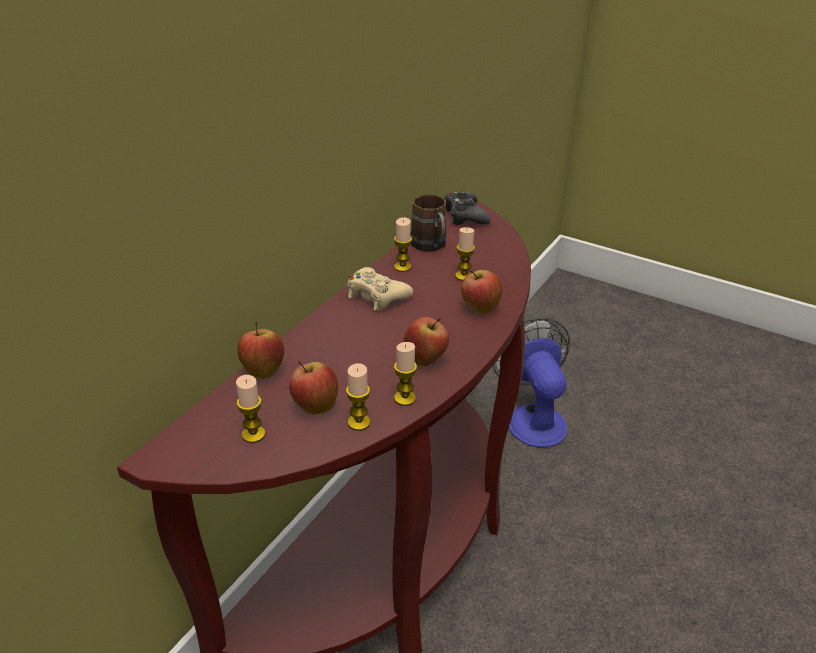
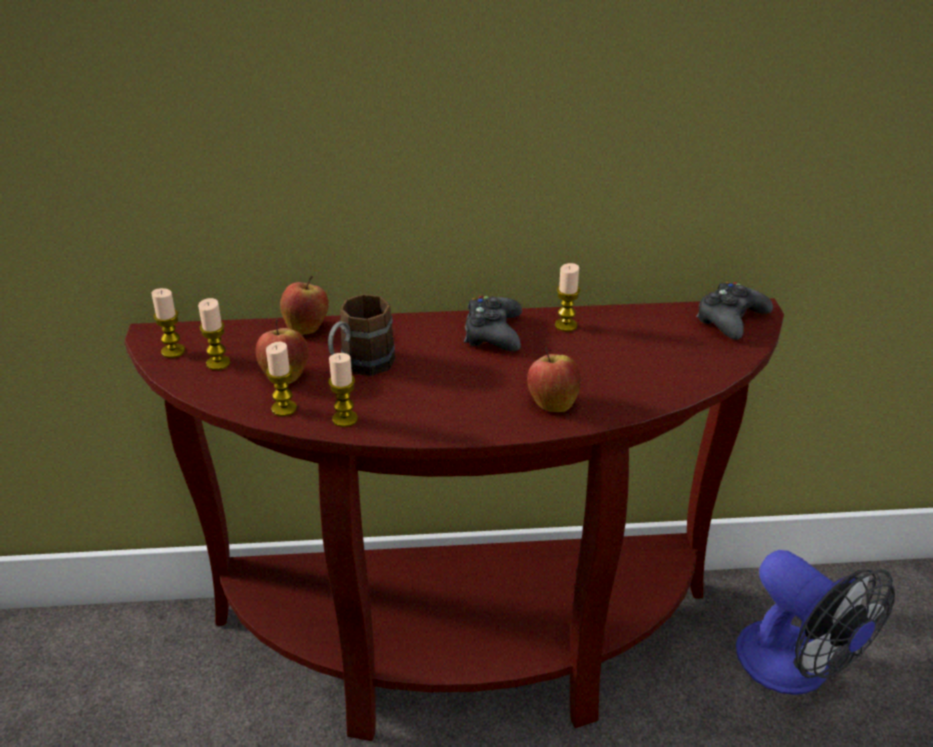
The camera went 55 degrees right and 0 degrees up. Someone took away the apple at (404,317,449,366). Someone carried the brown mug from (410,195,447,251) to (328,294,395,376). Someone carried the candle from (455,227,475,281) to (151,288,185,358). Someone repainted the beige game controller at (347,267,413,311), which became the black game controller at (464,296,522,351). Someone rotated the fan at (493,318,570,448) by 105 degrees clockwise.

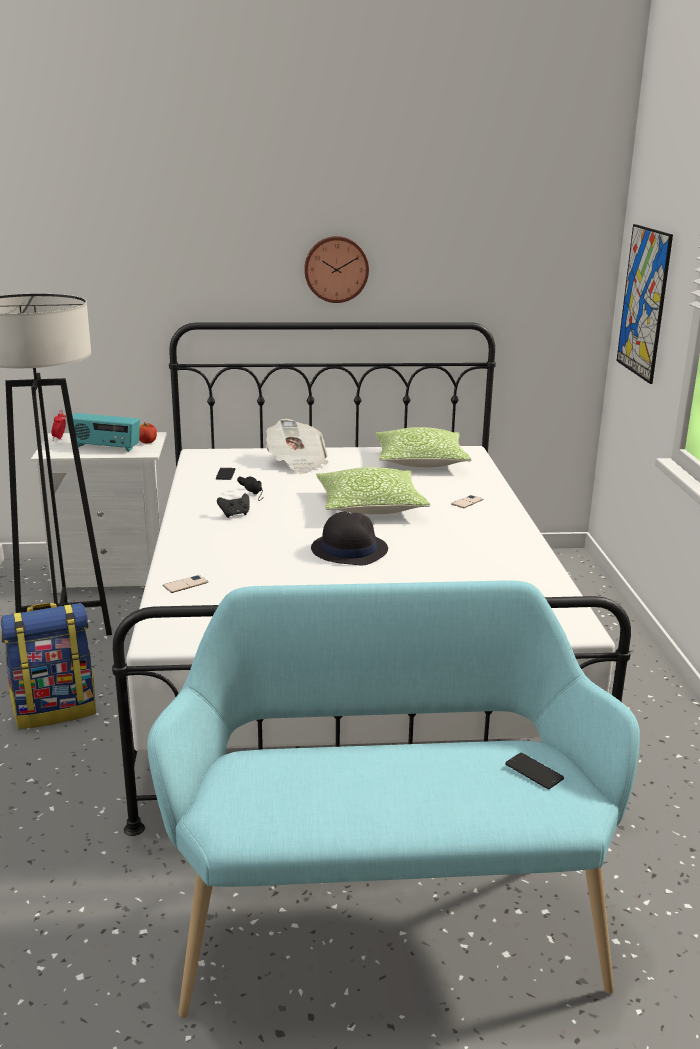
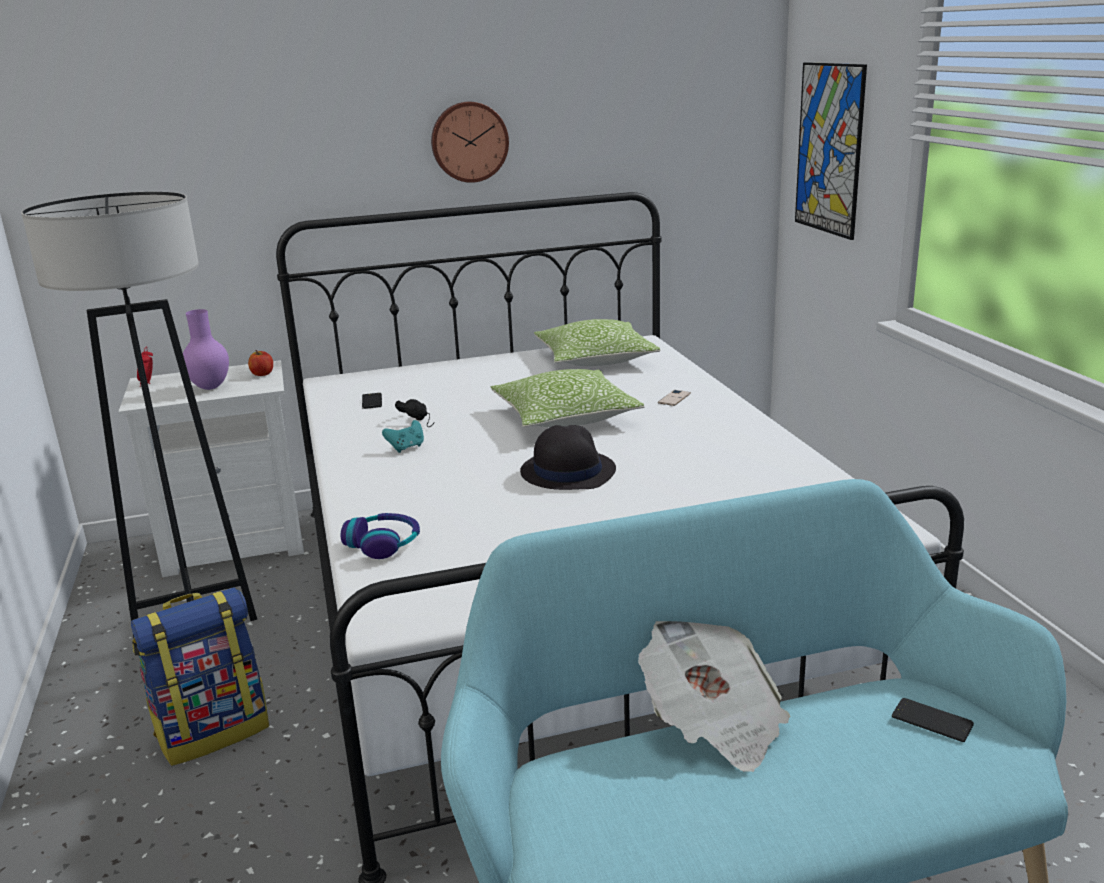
The camera went 10 degrees left and 0 degrees up. Someone carried the newspaper from (266,419,328,474) to (638,621,790,772). Someone swapped the radio at (67,413,140,452) for the purple vase at (183,309,229,390). Someone swapped the phone at (162,575,208,593) for the headphones at (341,513,420,559). Someone repainted the black game controller at (217,493,250,518), which became the turquoise game controller at (382,420,424,453).

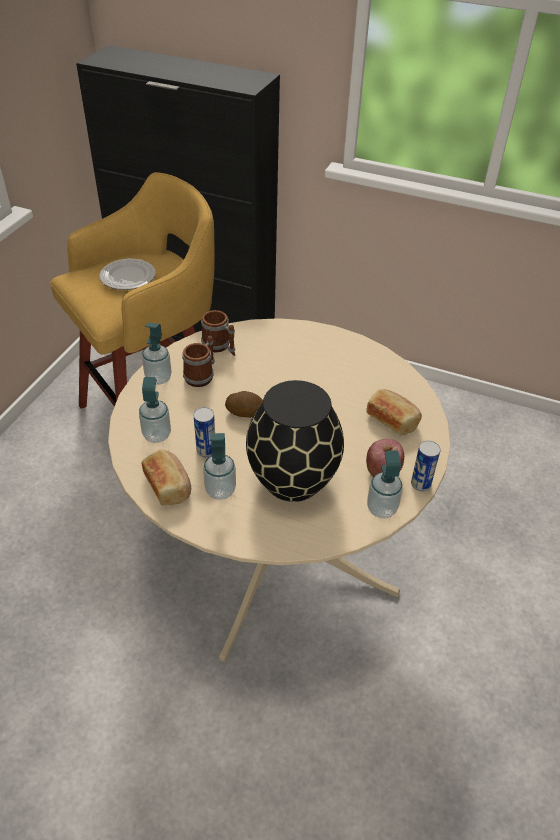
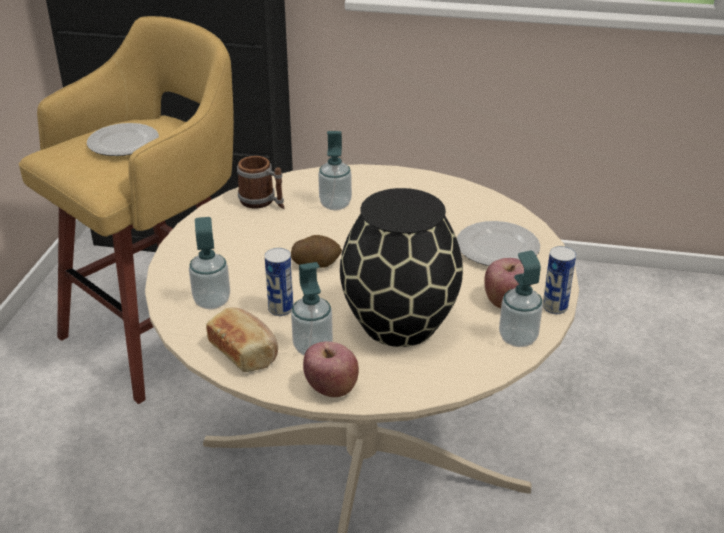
The camera went 10 degrees left and 10 degrees down. Someone took away the mug at (182,336,215,387). Someone put down the apple at (303,341,359,397). Someone carried the soap dispenser from (142,323,172,385) to (318,131,352,210). Someone swapped the bread at (366,389,422,436) for the plate at (457,221,540,266).

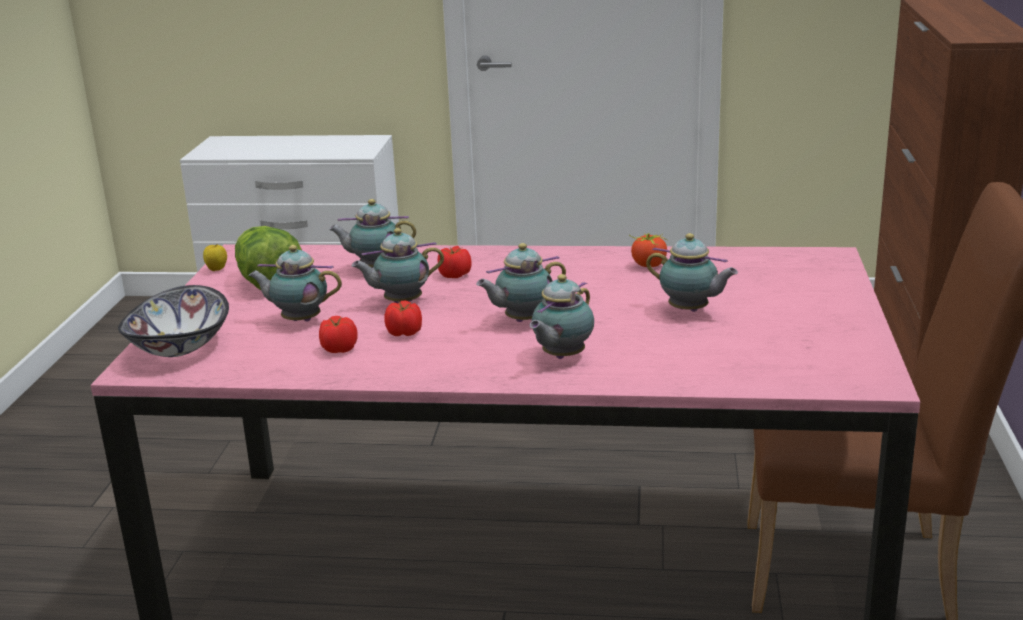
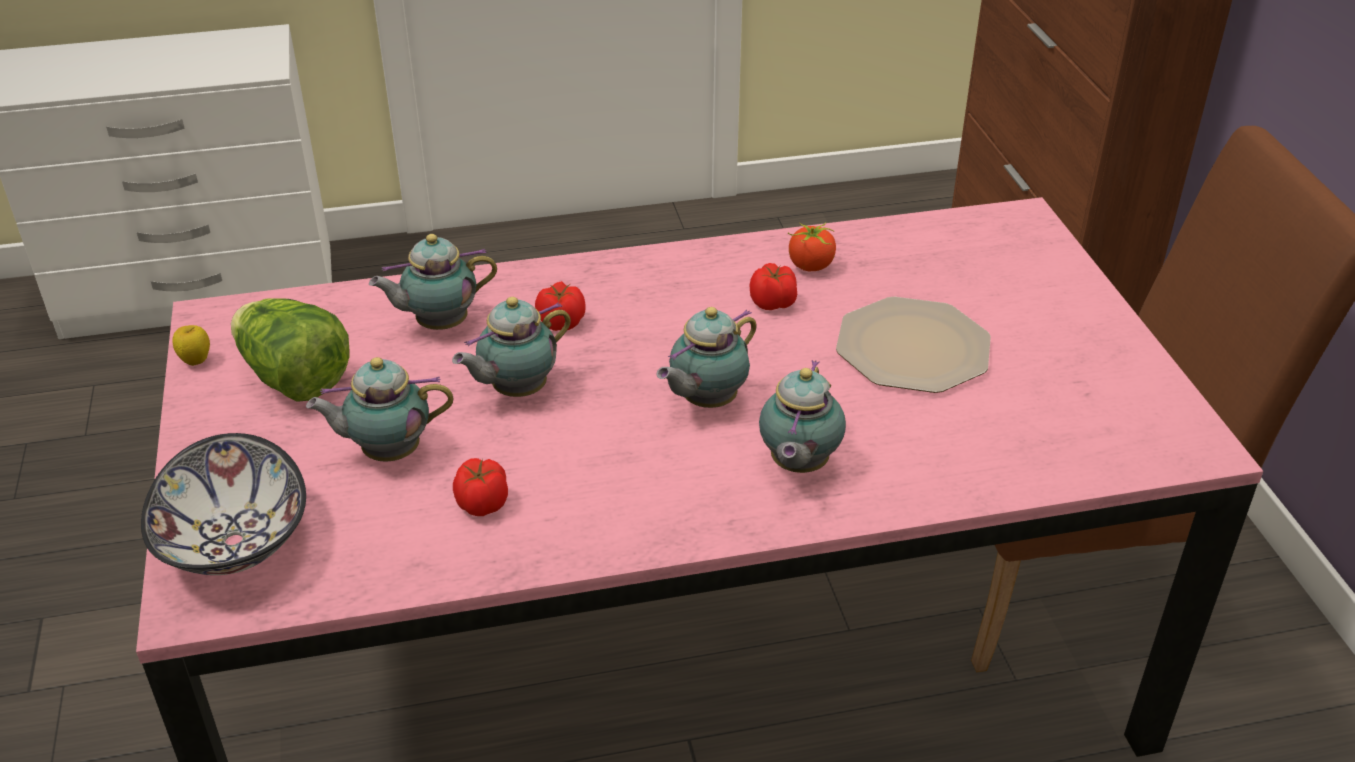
The camera went 20 degrees left and 15 degrees up. Someone carried the tomato from (384,300,422,336) to (750,263,797,310). Someone swapped the teapot at (646,233,738,312) for the plate at (836,297,991,393).

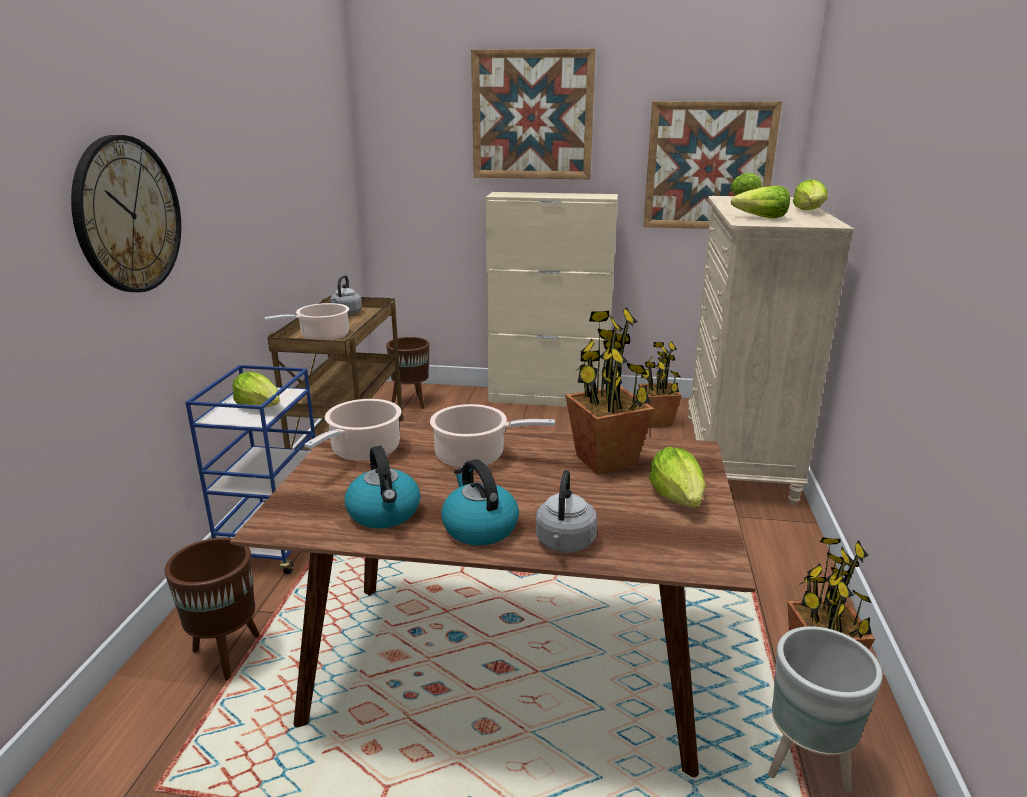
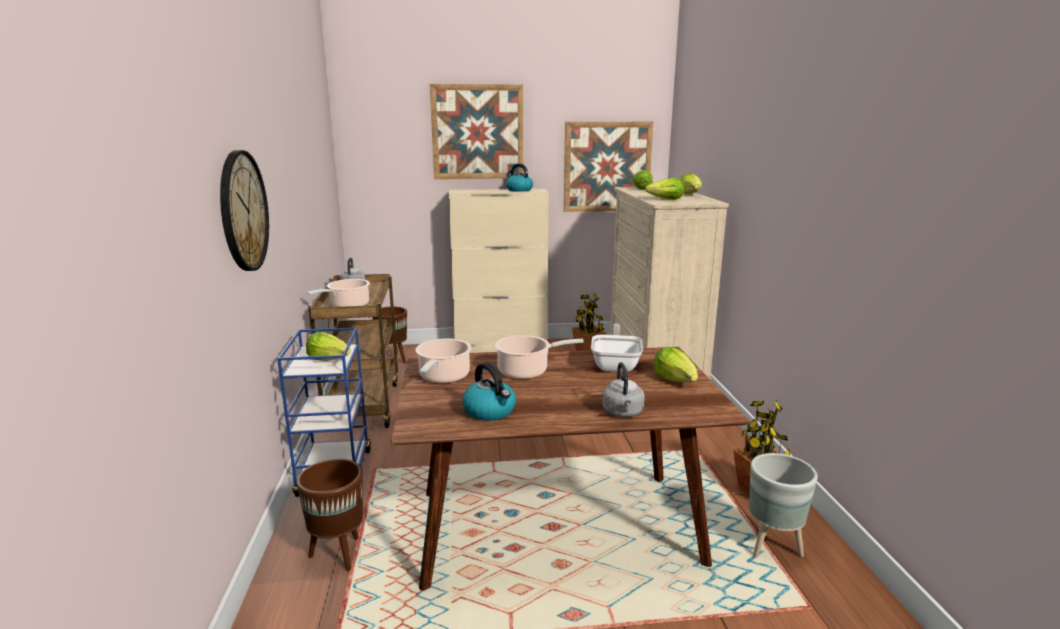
The camera went 15 degrees left and 5 degrees down. Someone carried the kettle from (441,459,519,546) to (506,164,533,192). Someone swapped the potted plant at (565,307,655,475) for the frying pan at (591,324,643,372).

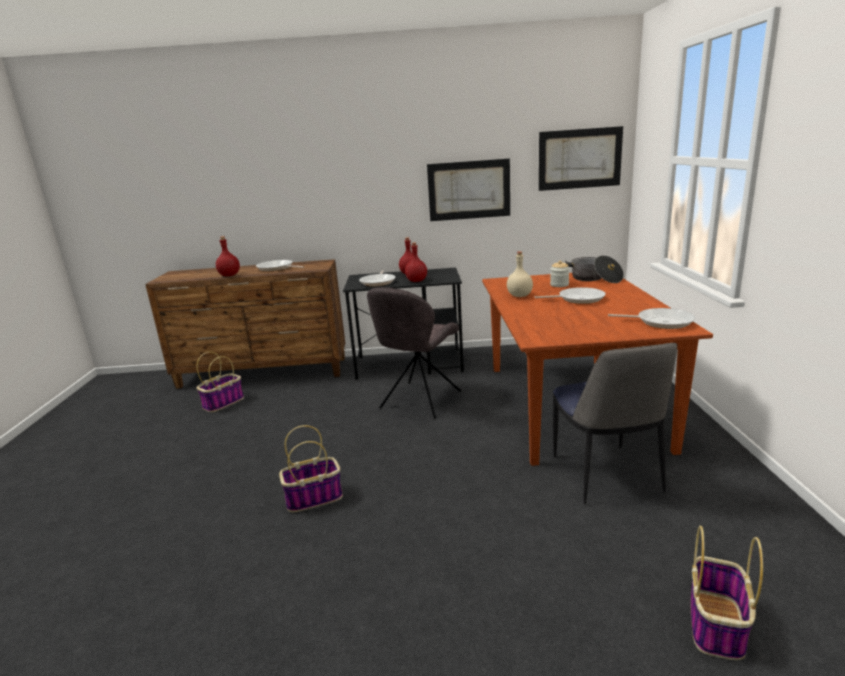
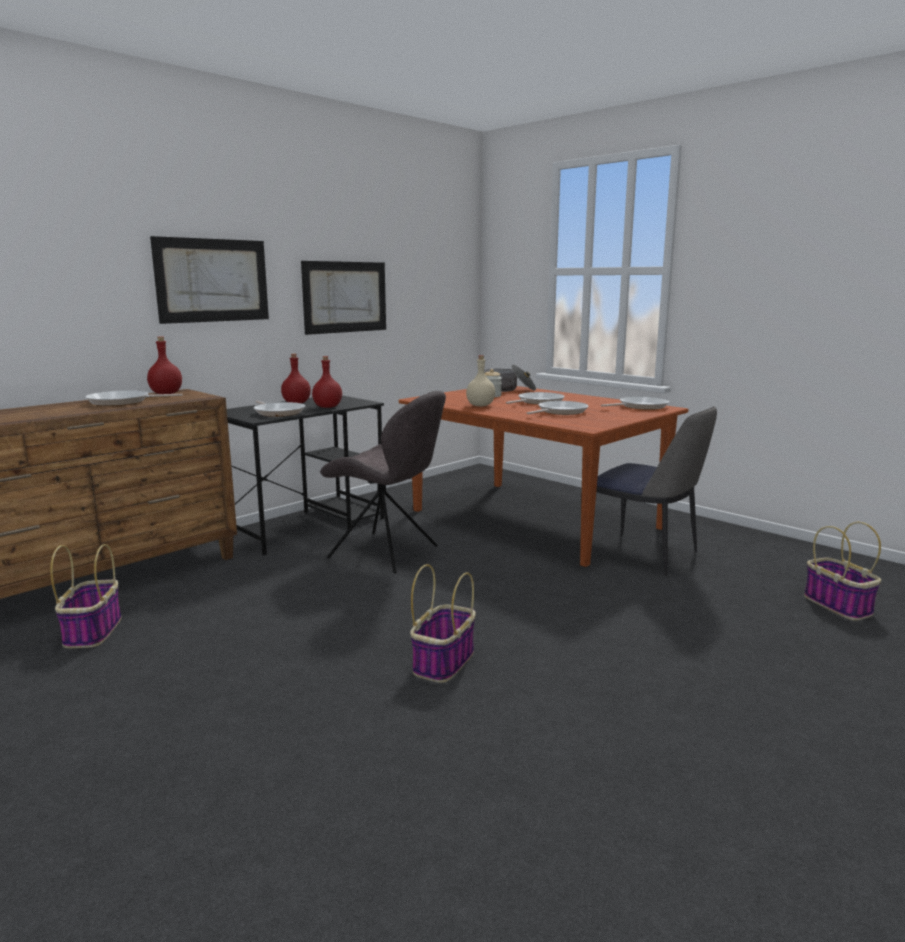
The camera went 45 degrees left and 5 degrees down. Someone put down the frying pan at (526,401,589,415). Someone carried the red bottle from (216,236,240,276) to (147,336,182,394). Someone carried the picture from (539,126,623,191) to (150,236,269,324). Someone rotated the grey chair at (367,287,461,419) by 45 degrees counterclockwise.

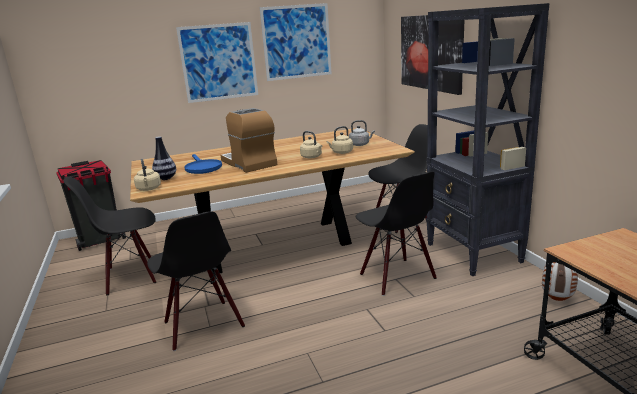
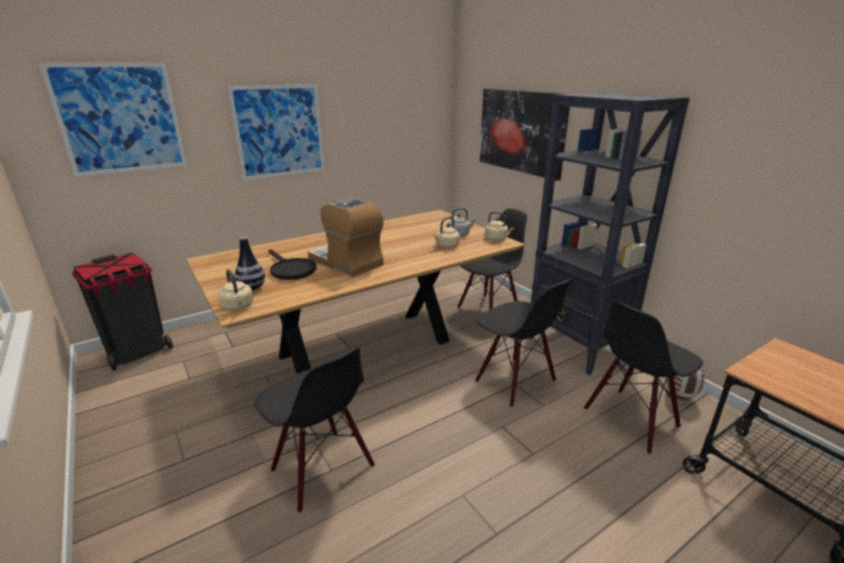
The camera went 15 degrees left and 5 degrees up. Someone carried the black chair from (63,177,156,295) to (584,301,703,454). Someone carried the picture from (260,3,332,81) to (39,63,187,177). Someone carried the beige kettle from (300,131,322,159) to (485,212,514,241). Someone repainted the blue frying pan at (184,154,222,174), which became the black frying pan at (268,249,316,280).

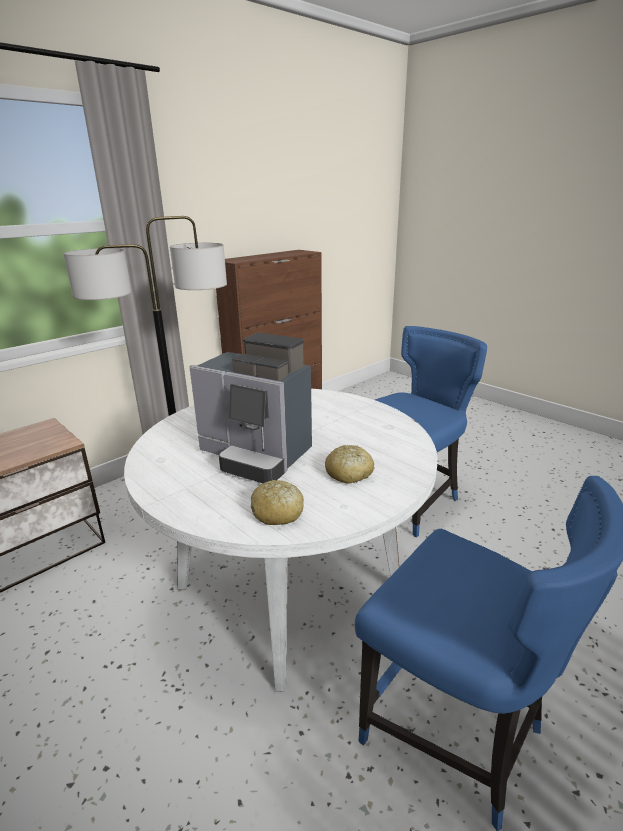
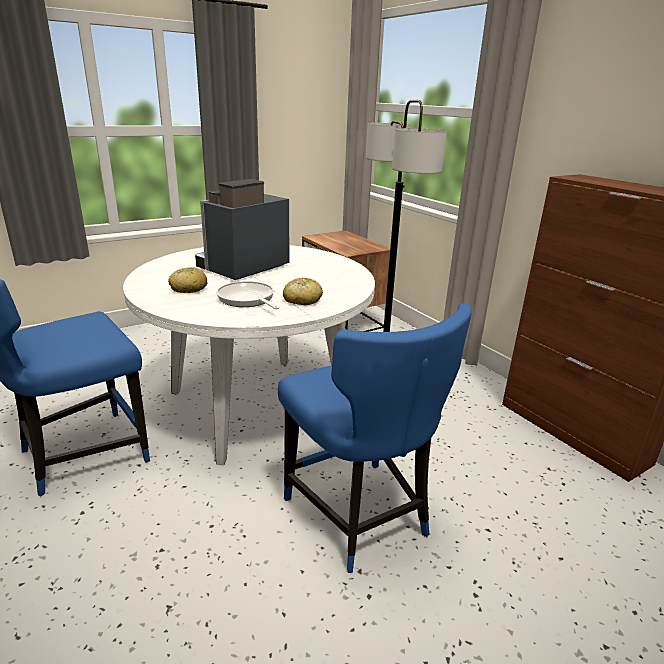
The camera went 100 degrees right and 0 degrees up. Someone put down the frying pan at (217,281,280,309). Someone carried the bread from (251,480,304,525) to (283,278,323,305).

